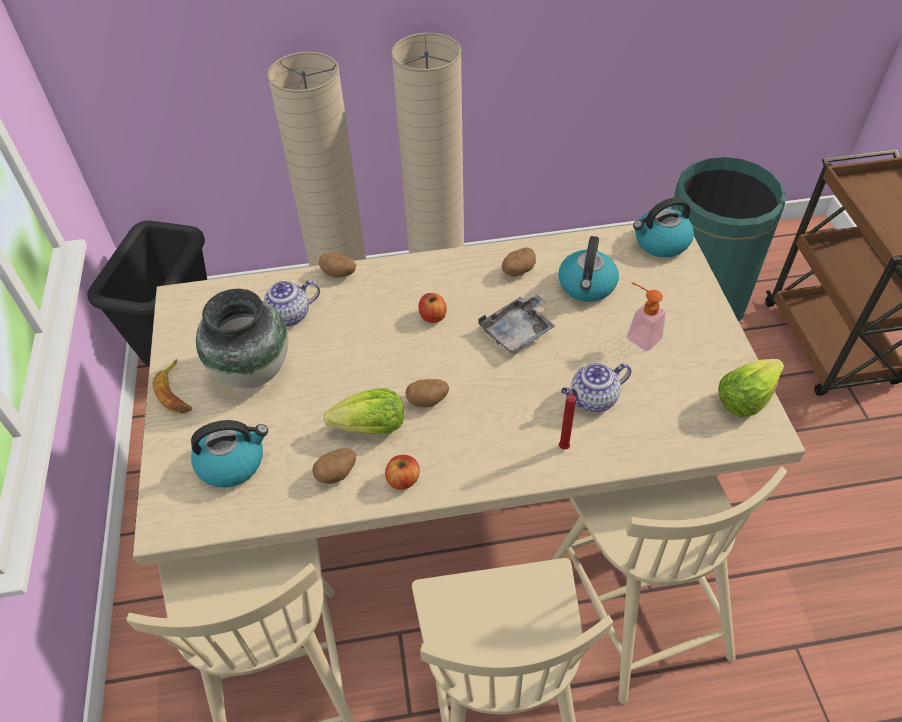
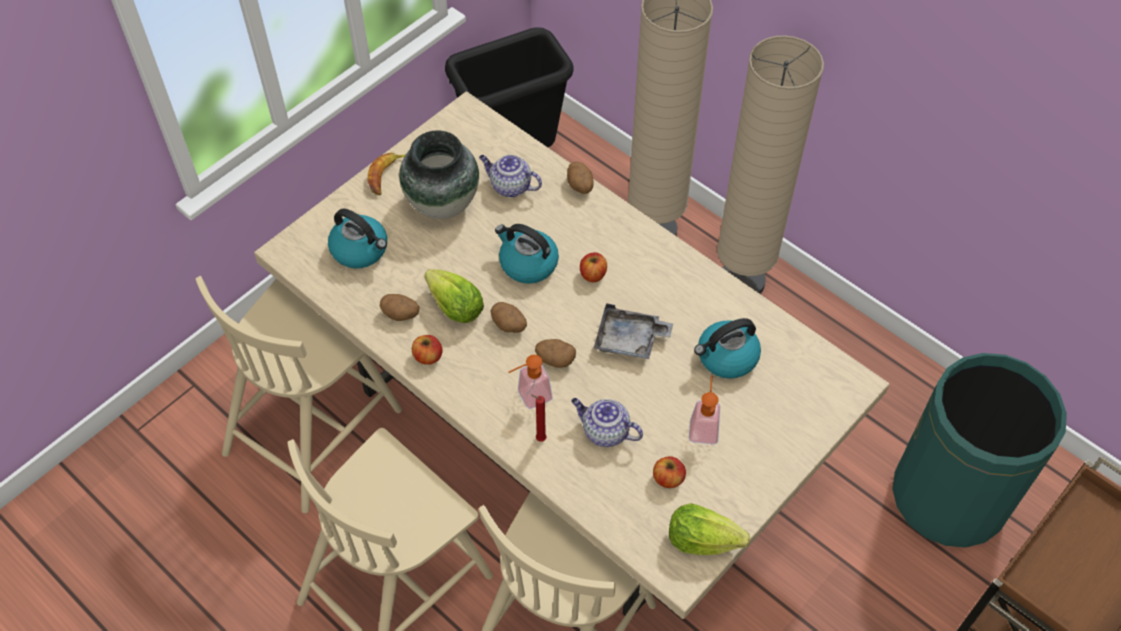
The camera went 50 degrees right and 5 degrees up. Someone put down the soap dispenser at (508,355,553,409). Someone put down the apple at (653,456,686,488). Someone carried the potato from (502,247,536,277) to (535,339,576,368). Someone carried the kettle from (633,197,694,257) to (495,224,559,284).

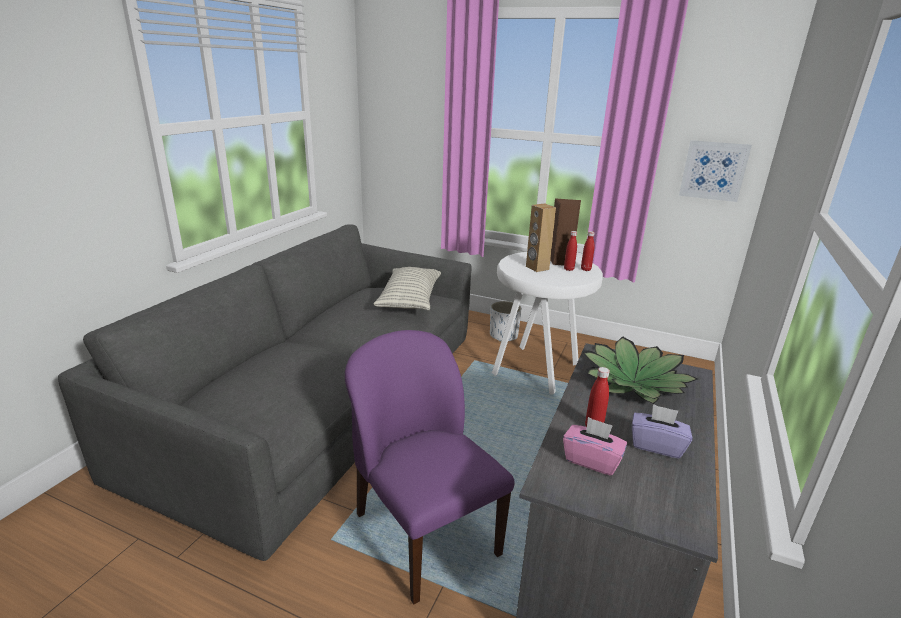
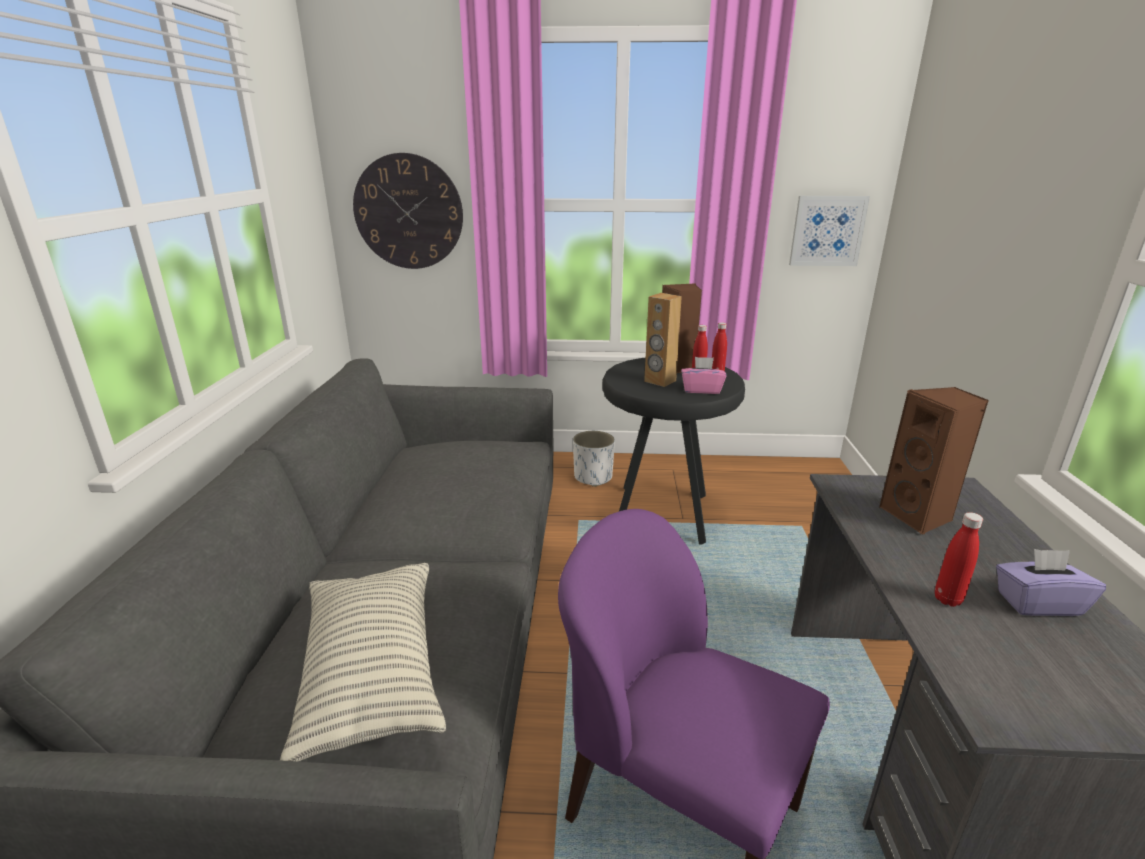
The camera went 20 degrees left and 0 degrees up. Someone put up the wall clock at (353,153,463,269). Someone carried the pillow from (373,267,441,311) to (280,563,446,762). Someone carried the pink tissue box from (563,417,627,476) to (681,357,726,394). Someone swapped the potted plant at (583,336,698,404) for the brown speaker at (879,387,989,535). Someone repainted the white stool at (492,252,603,394), which became the black stool at (602,358,745,545).

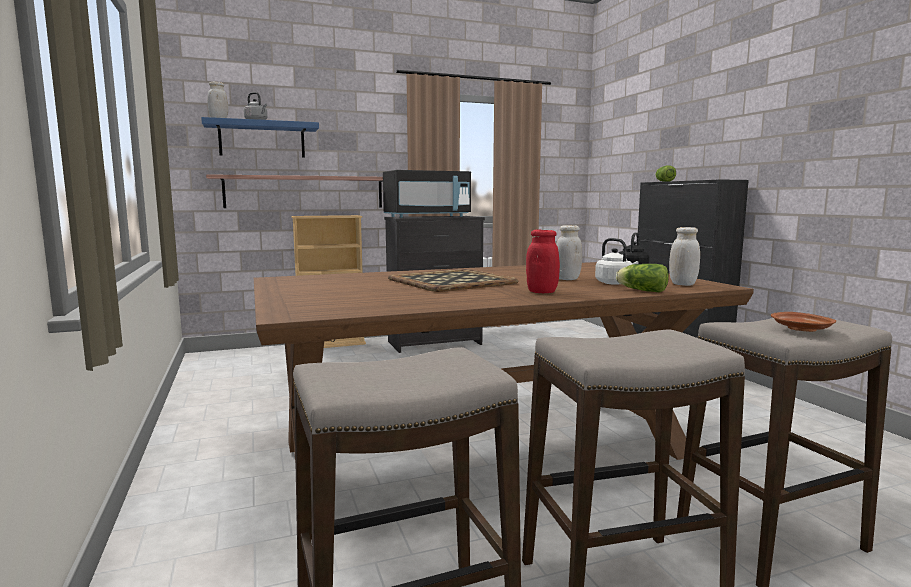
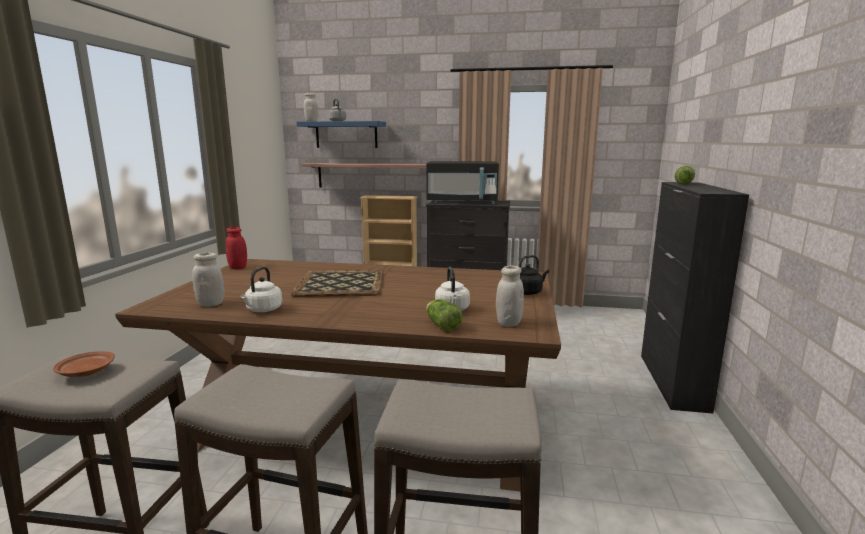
The camera went 30 degrees right and 5 degrees up. Someone put down the white kettle at (240,267,282,312). Someone carried the red jar from (526,230,560,293) to (226,227,247,269). Someone carried the white jar from (556,225,582,280) to (192,253,224,307). Someone carried the brown plate from (771,312,836,332) to (53,351,115,377).

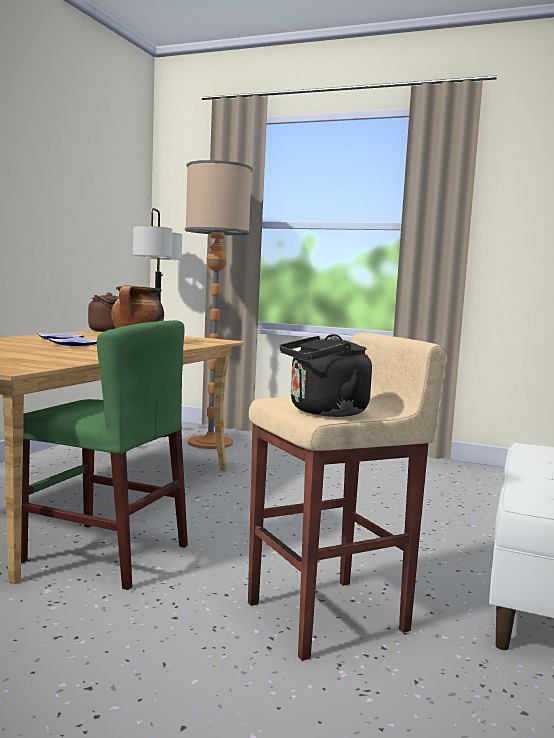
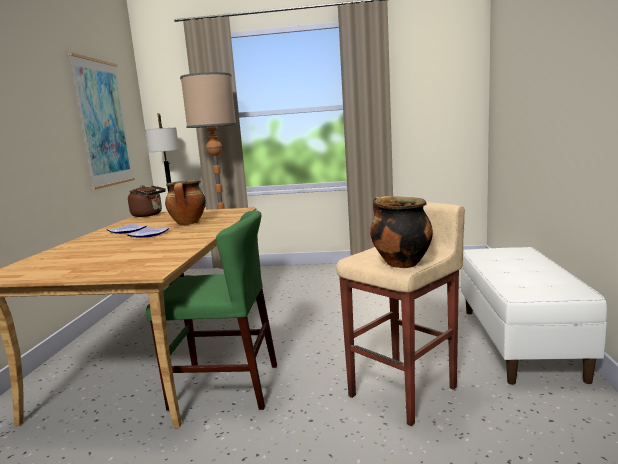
The camera went 15 degrees left and 5 degrees up. Someone put up the picture at (68,52,135,190). Someone swapped the black kettle at (280,334,372,417) for the cooking pot at (370,196,433,268).

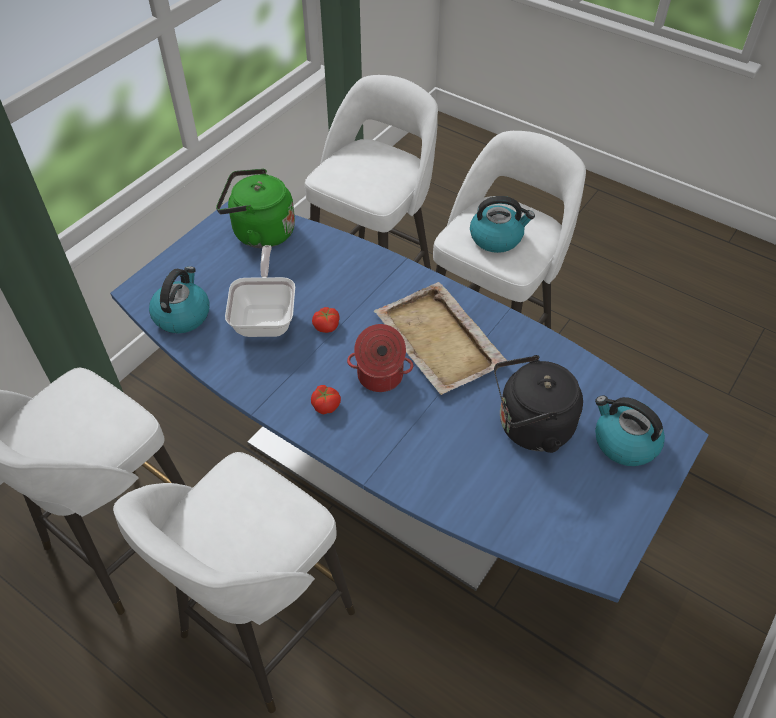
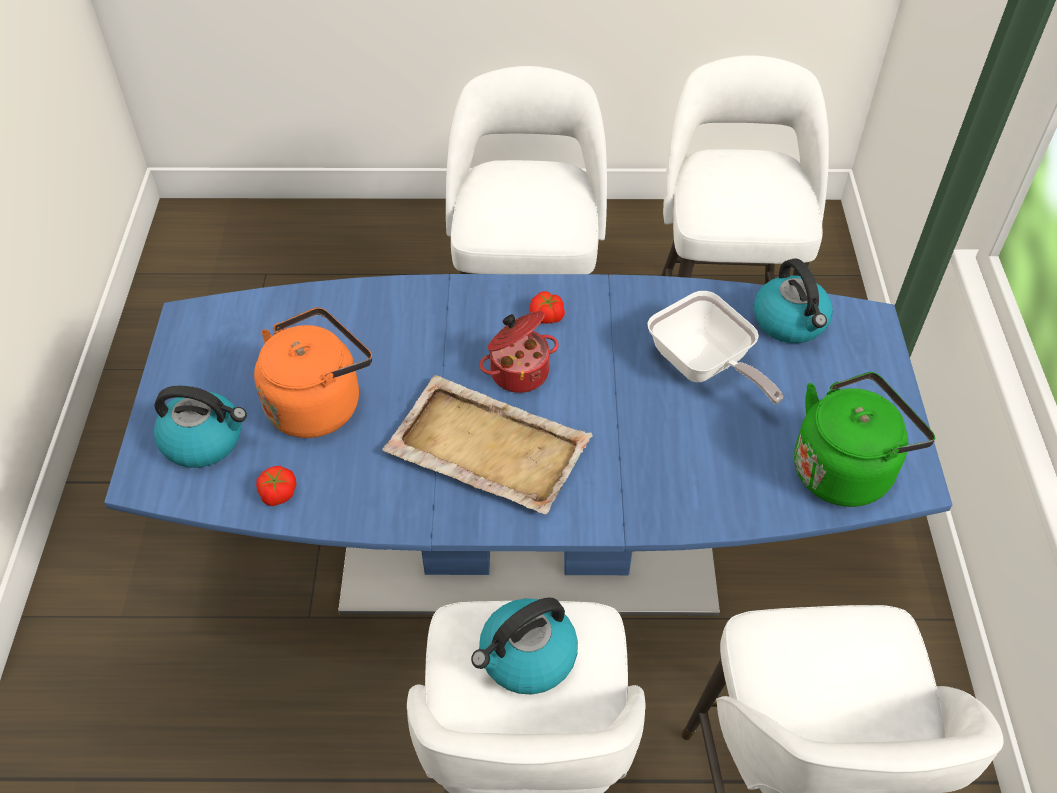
The camera went 145 degrees right and 0 degrees up. Someone carried the tomato from (312,307,340,333) to (256,466,296,506). Someone repainted the black kettle at (494,355,583,453), which became the orange kettle at (254,308,372,438).

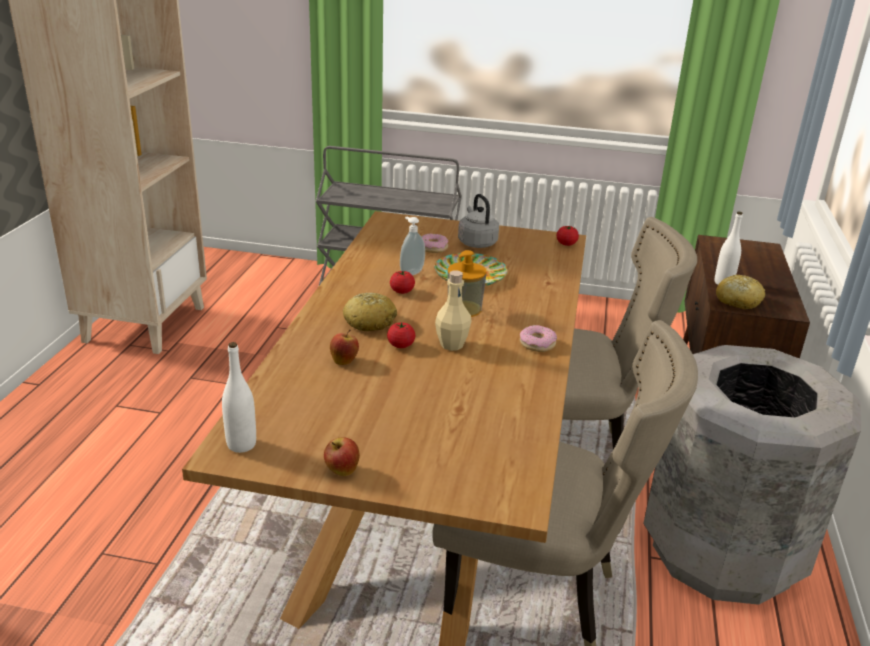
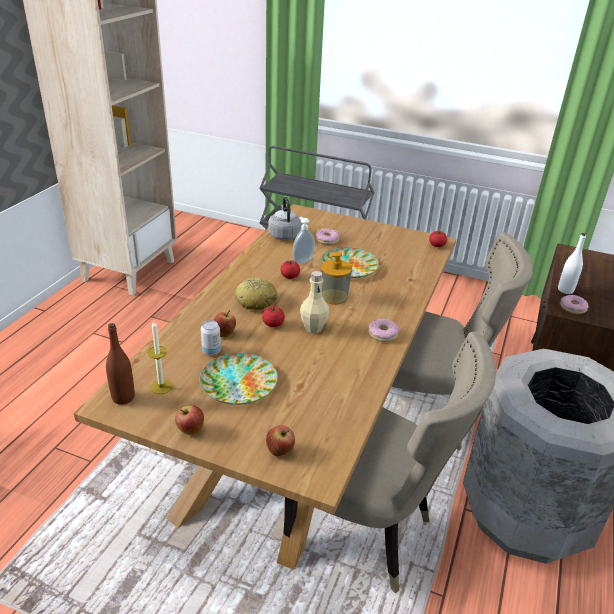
The camera went 10 degrees right and 5 degrees up. Someone put down the candle at (148,321,173,394). Someone put down the plate at (200,353,278,405). Someone put down the can at (201,320,221,355). Someone put down the apple at (266,425,295,456). Someone carried the grey kettle from (458,194,499,248) to (268,196,301,240). Someone swapped the bread at (716,275,765,309) for the donut at (560,295,588,314). Someone repainted the white bottle at (222,342,256,453), which became the brown bottle at (106,323,135,405).

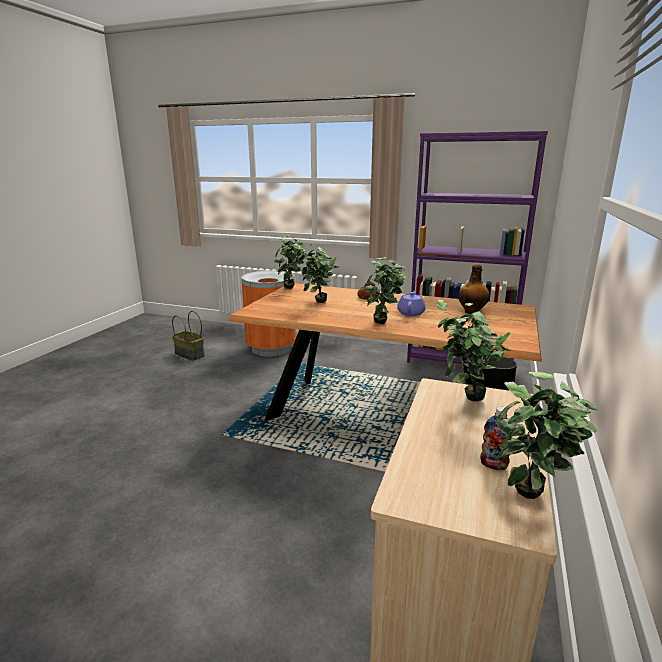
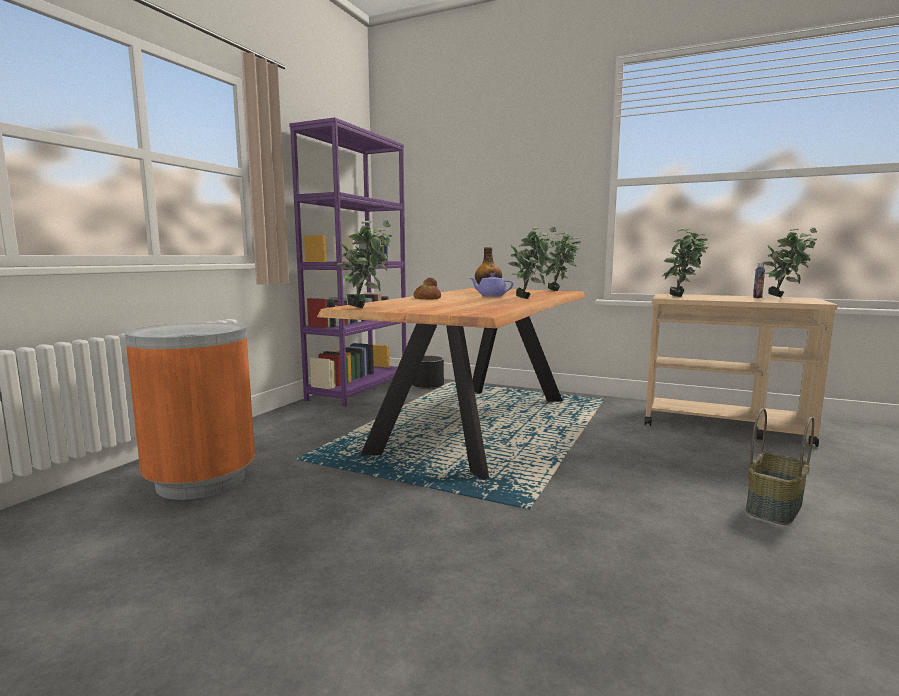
The camera went 85 degrees left and 10 degrees down. Someone carried the basket from (172,311,205,360) to (746,408,814,525). Someone carried the potted plant from (294,244,339,303) to (542,232,581,291).

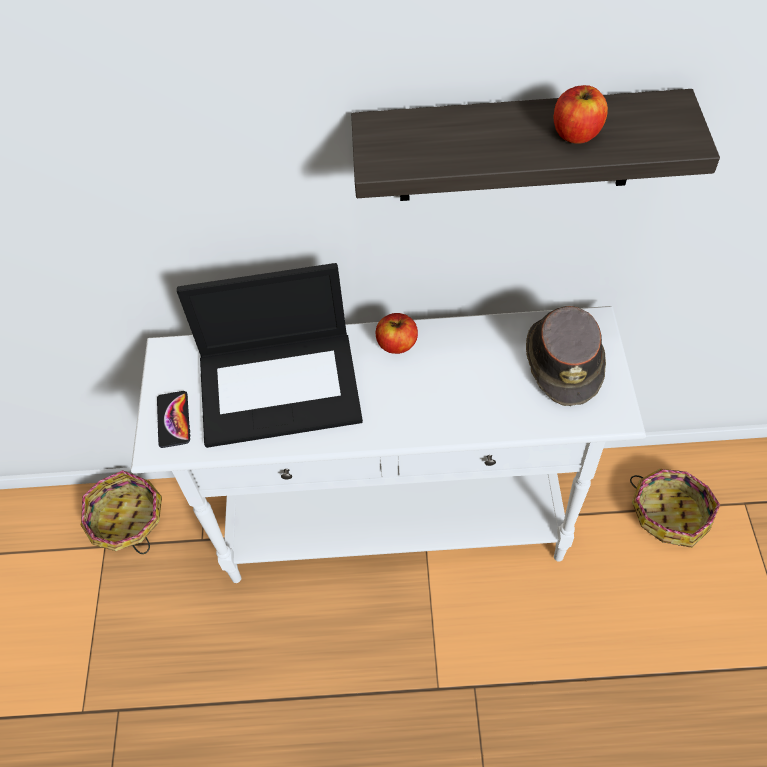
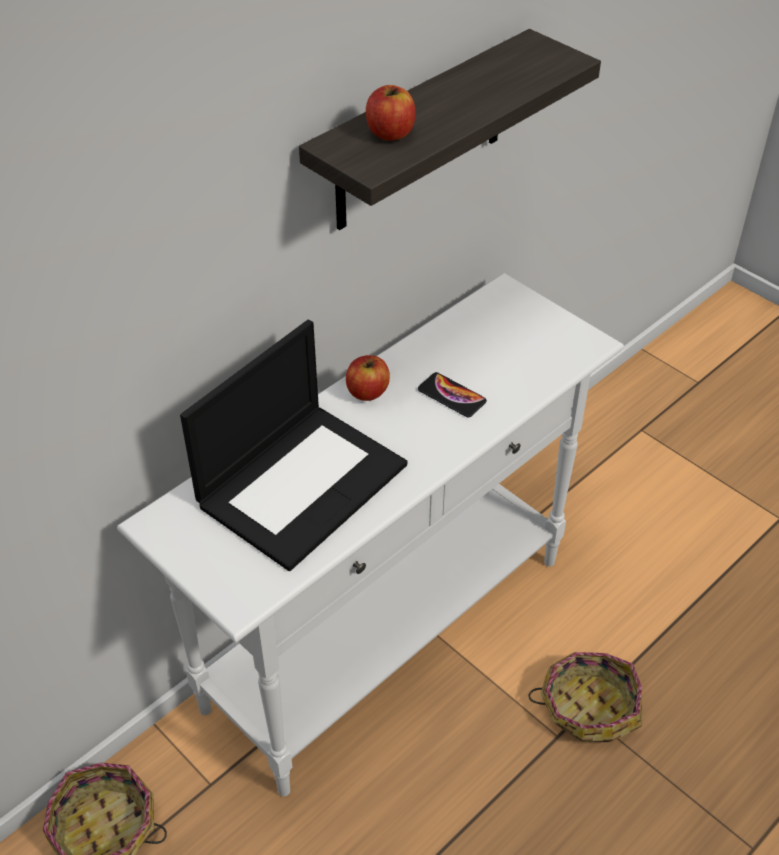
The camera went 45 degrees left and 10 degrees down. Someone took away the brown hat at (526,306,606,406). Someone carried the phone from (157,391,190,448) to (418,372,487,417). Someone carried the apple from (554,85,608,144) to (366,85,416,141). Someone carried the basket from (630,469,720,548) to (528,652,642,742).

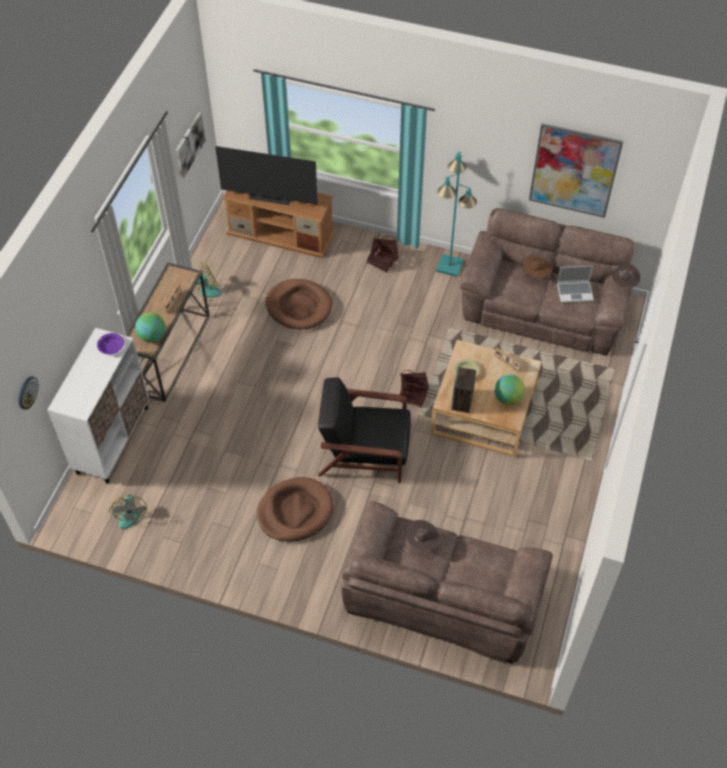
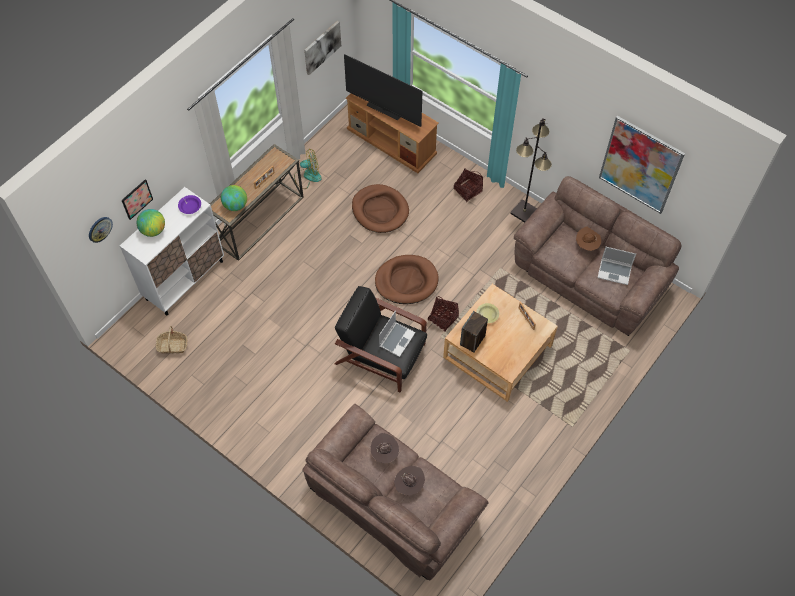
The camera went 20 degrees right and 5 degrees up. Someone put up the picture at (122,179,153,220). Someone put down the laptop at (379,311,416,357). Someone carried the brown dog bed from (257,477,334,542) to (375,255,438,304). Someone carried the globe from (494,375,525,405) to (137,209,165,237). Someone carried the brown hat from (612,264,641,288) to (394,466,425,495). Someone swapped the fan at (109,494,147,529) for the basket at (156,326,187,354). Someone repainted the turquoise floor lamp at (436,152,477,277), which became the black floor lamp at (510,118,552,223).

